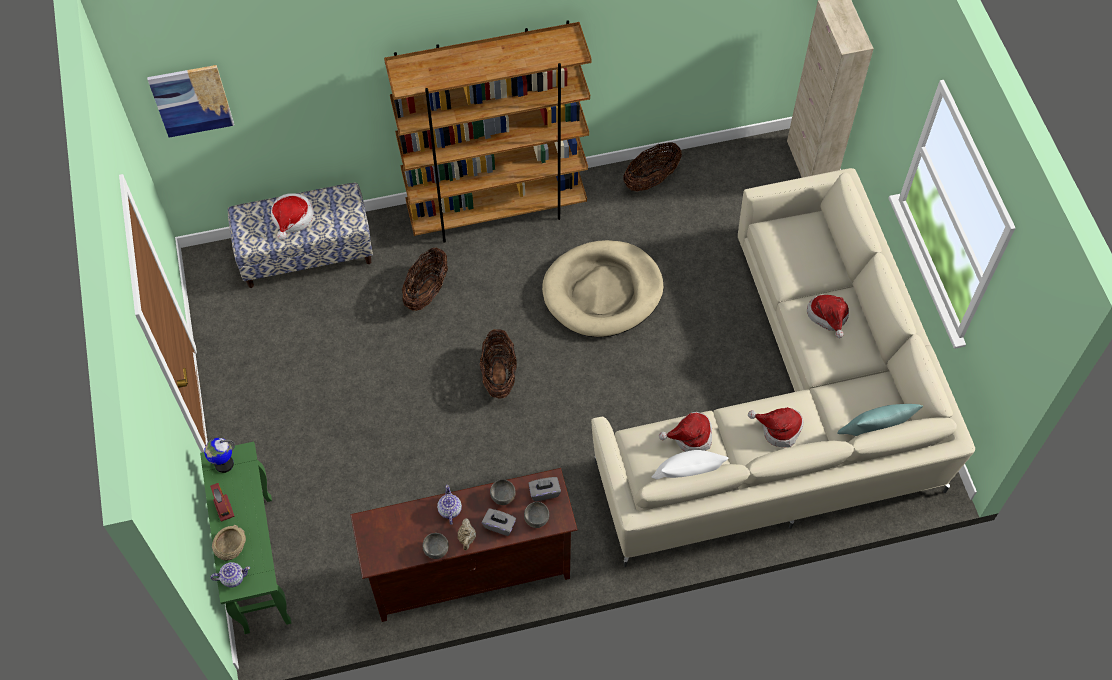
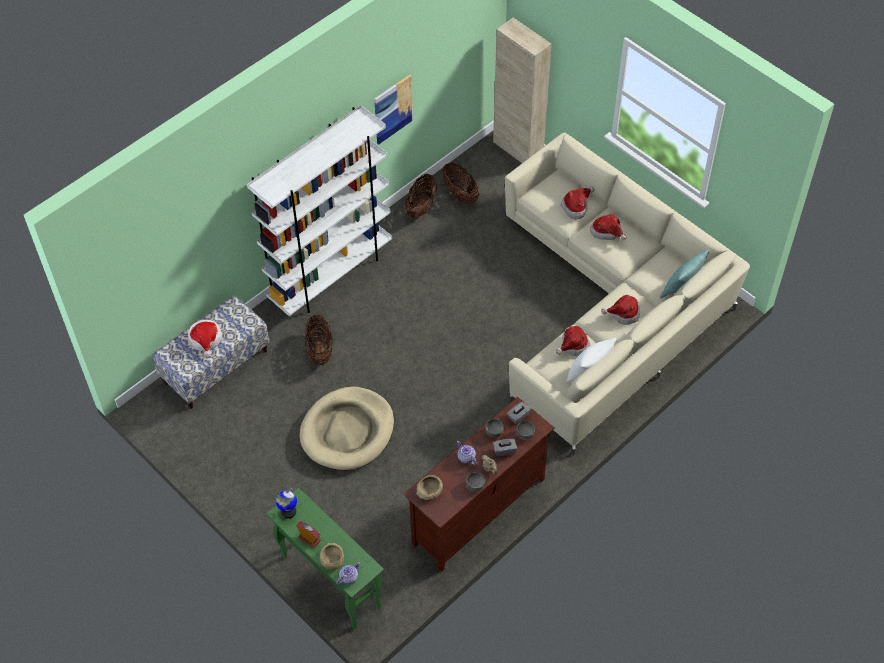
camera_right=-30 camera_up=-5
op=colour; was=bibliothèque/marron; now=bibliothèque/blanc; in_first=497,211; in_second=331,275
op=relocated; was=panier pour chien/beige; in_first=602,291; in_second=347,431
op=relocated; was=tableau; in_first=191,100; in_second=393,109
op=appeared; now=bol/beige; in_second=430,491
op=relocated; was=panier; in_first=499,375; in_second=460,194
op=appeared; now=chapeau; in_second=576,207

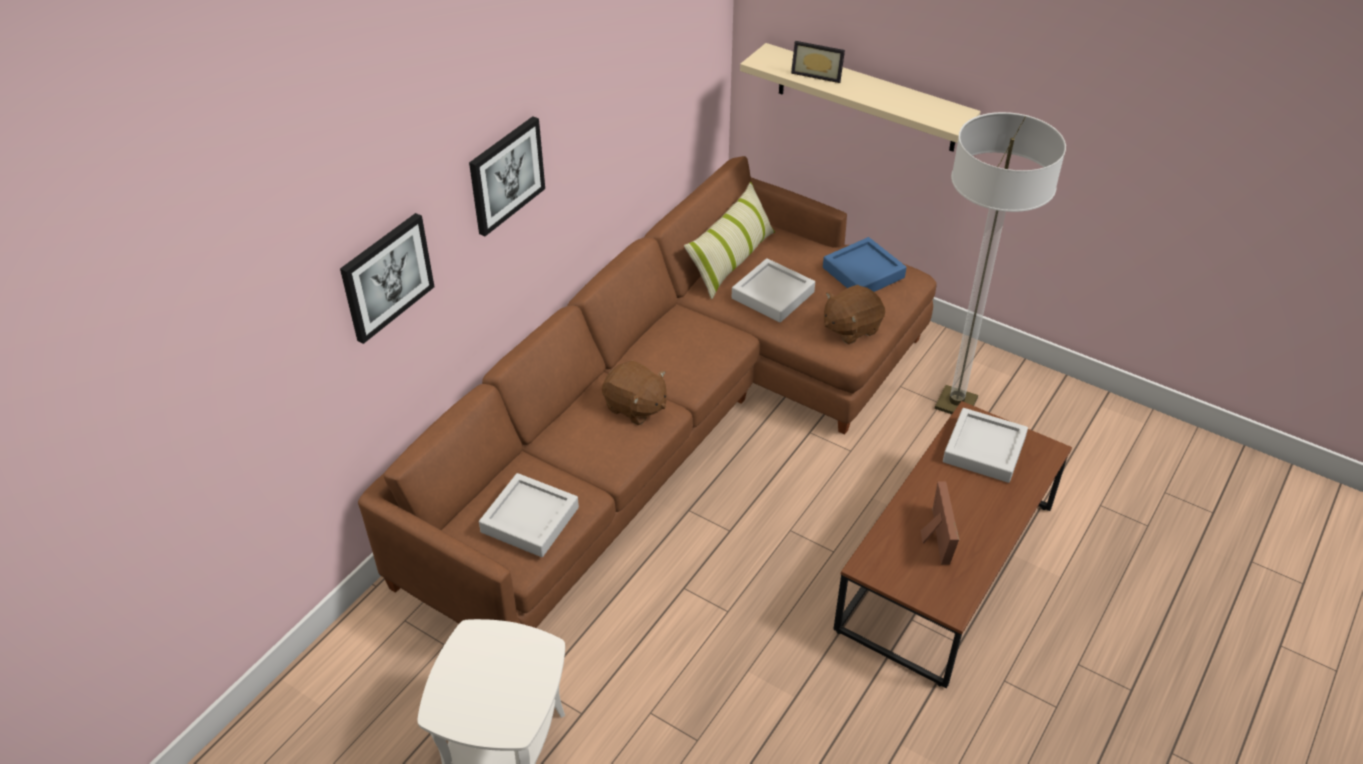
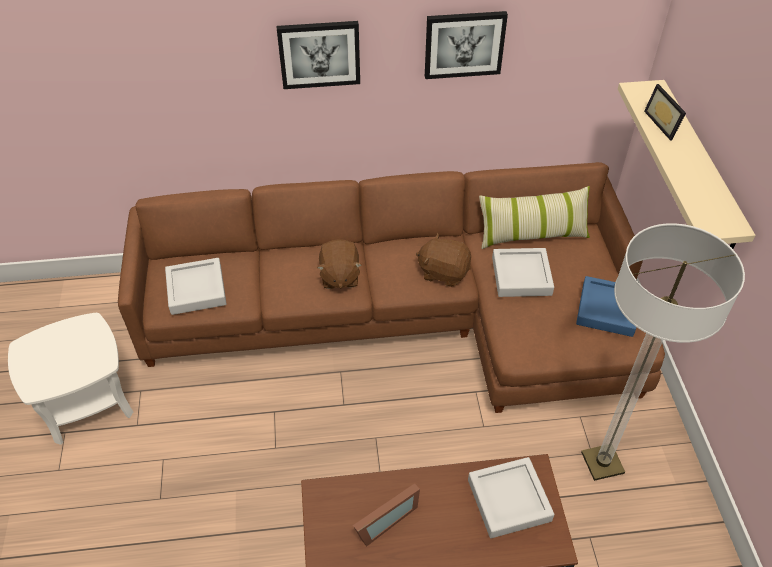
camera_right=50 camera_up=5
op=relocated; was=peluche/marron; in_first=851,328; in_second=443,272
op=relocated; was=tableau; in_first=386,276; in_second=464,44

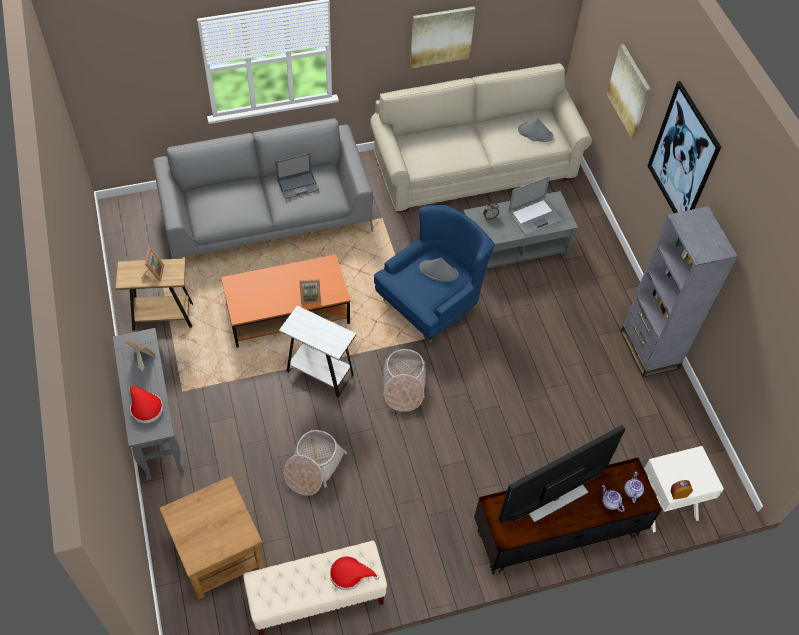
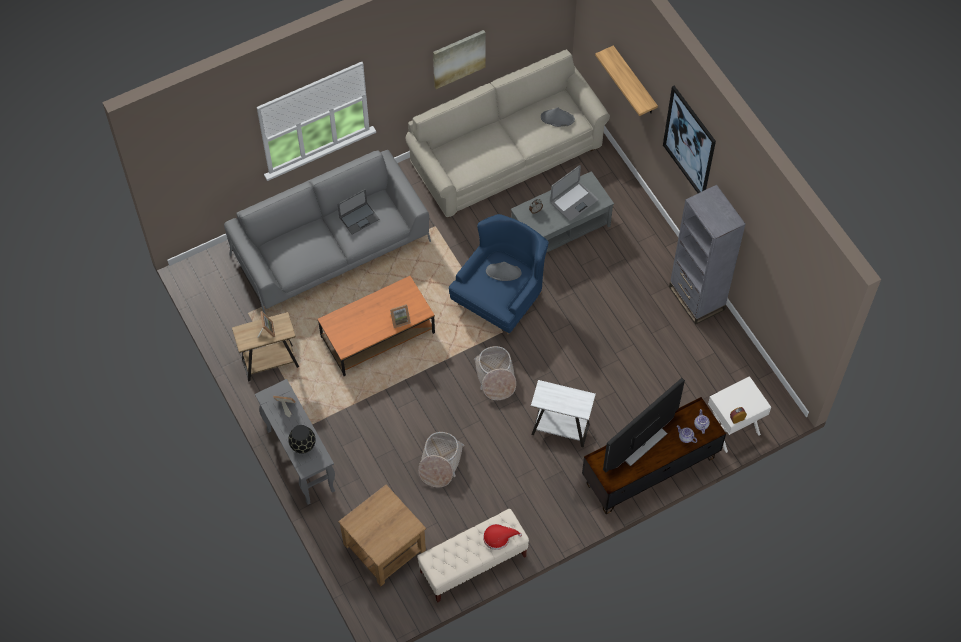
camera_right=-10 camera_up=5
op=exchanged; was=chapeau/rouge; now=vase/noir; in_first=145,407; in_second=303,446
op=relocated; was=table d'appoint/blanc; in_first=320,373; in_second=560,429
op=exchanged; was=tableau; now=étagère; in_first=629,91; in_second=634,82

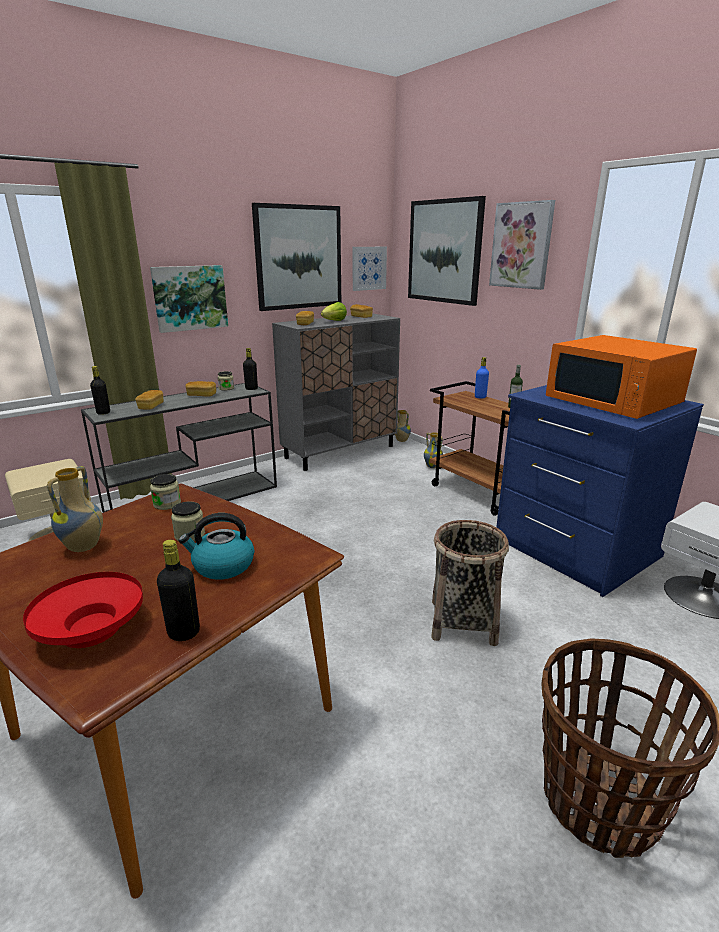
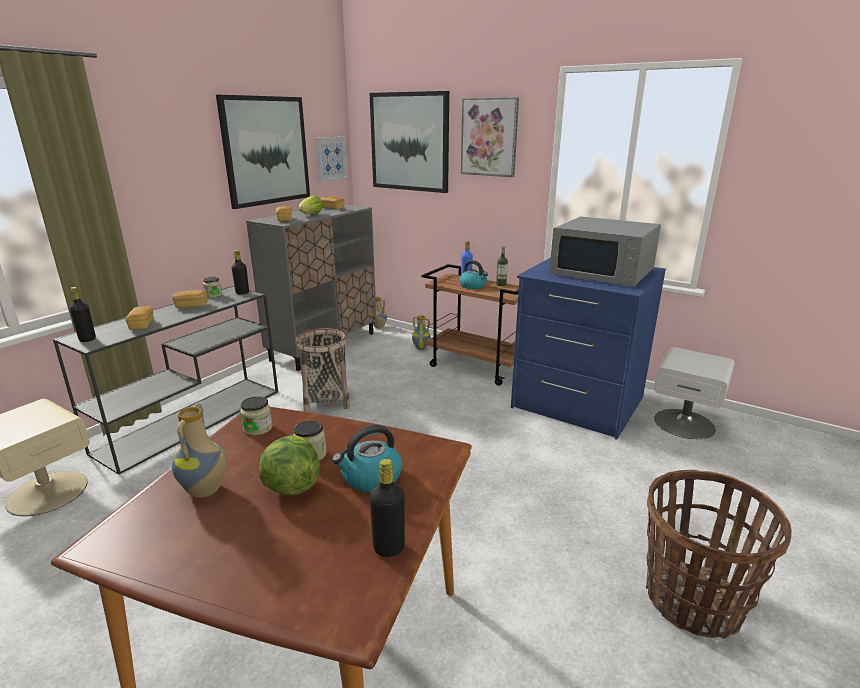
camera_right=-20 camera_up=0
op=appeared; now=laitue; in_second=291,486
op=relocated; was=panier; in_first=463,622; in_second=326,400
op=appeared; now=bouilloire; in_second=473,286
op=colour; was=micro-ondes/orange; now=micro-ondes/gris; in_first=613,401; in_second=603,273
op=missing; was=bol/rouge; in_first=92,629
op=missing; was=tableau; in_first=190,298

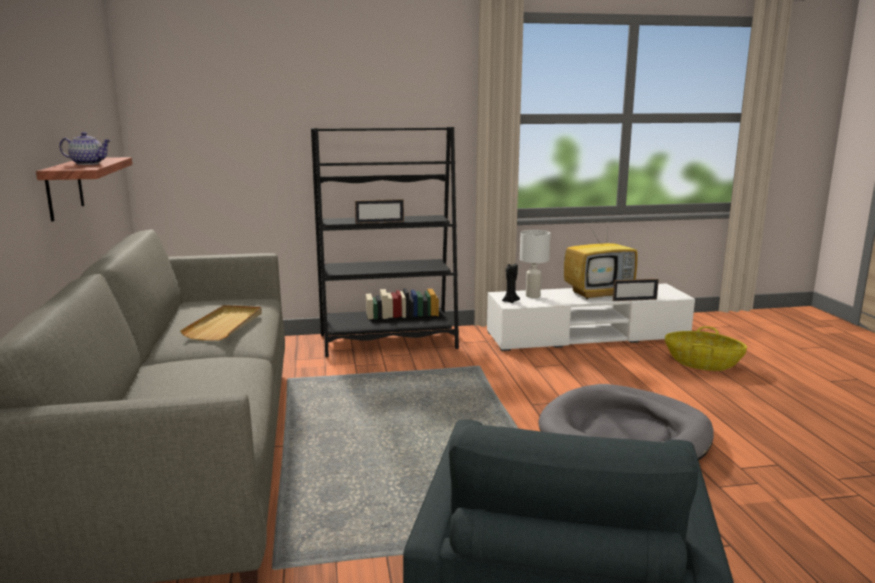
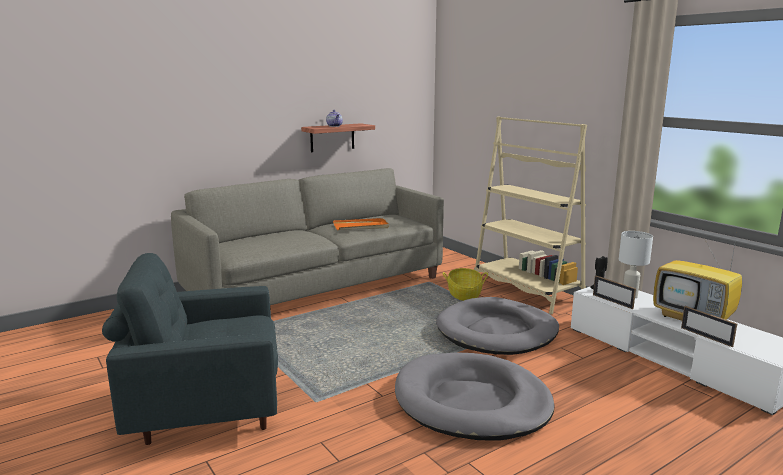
camera_right=65 camera_up=0
op=colour; was=plateau/beige; now=plateau/orange; in_first=225,325; in_second=361,226
op=appeared; now=panier pour chien/gris; in_second=497,331
op=relocated; was=panier; in_first=702,364; in_second=464,294
op=colour; was=bibliothèque/noir; now=bibliothèque/beige; in_first=388,342; in_second=526,291
op=relocated; was=cadre photo; in_first=379,222; in_second=612,301

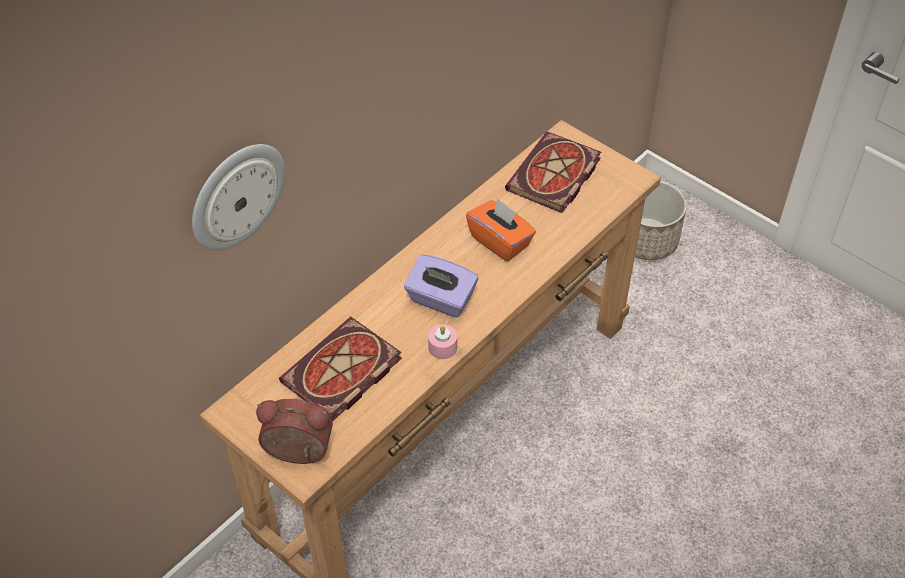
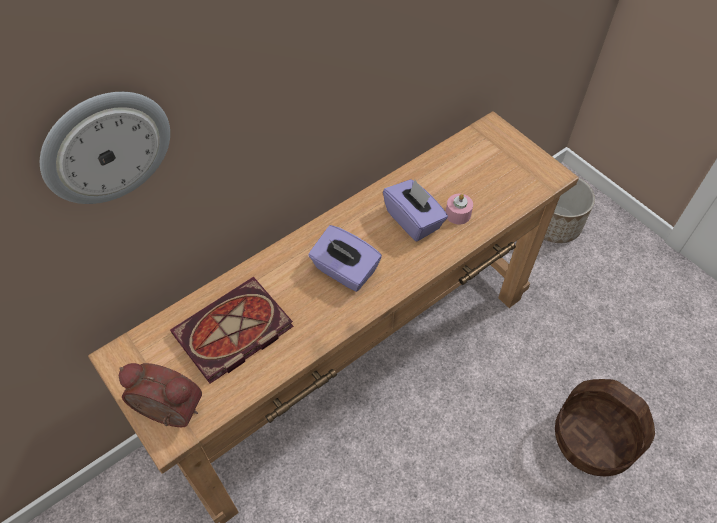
camera_right=10 camera_up=5
op=colour; was=boîte à mouchoirs/orange; now=boîte à mouchoirs/violet; in_first=500,241; in_second=413,220
op=relocated; was=bougie/rose; in_first=442,347; in_second=458,214
op=appeared; now=panier; in_second=592,439
op=missing; was=livre; in_first=554,177

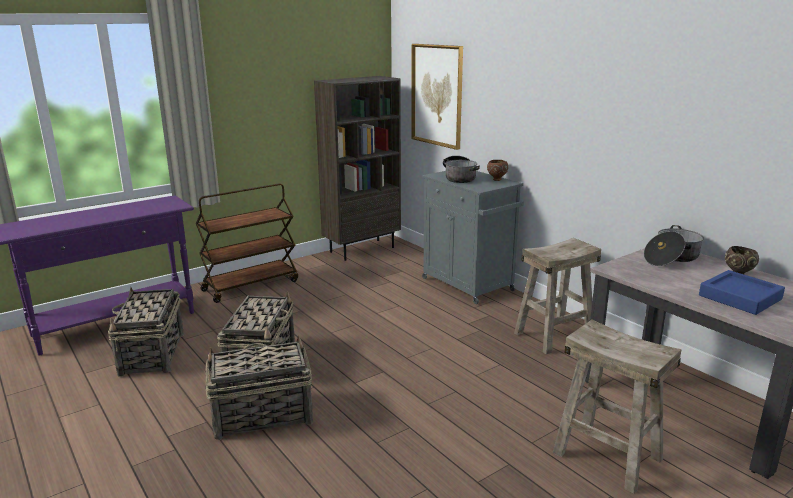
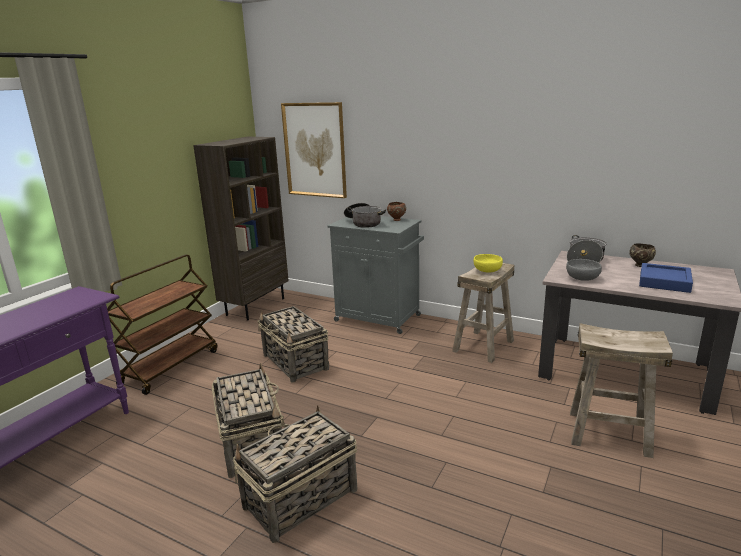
camera_right=-25 camera_up=0
op=relocated; was=panier; in_first=152,354; in_second=295,362
op=appeared; now=bol/jaune; in_second=487,270
op=appeared; now=bol/gris; in_second=582,278

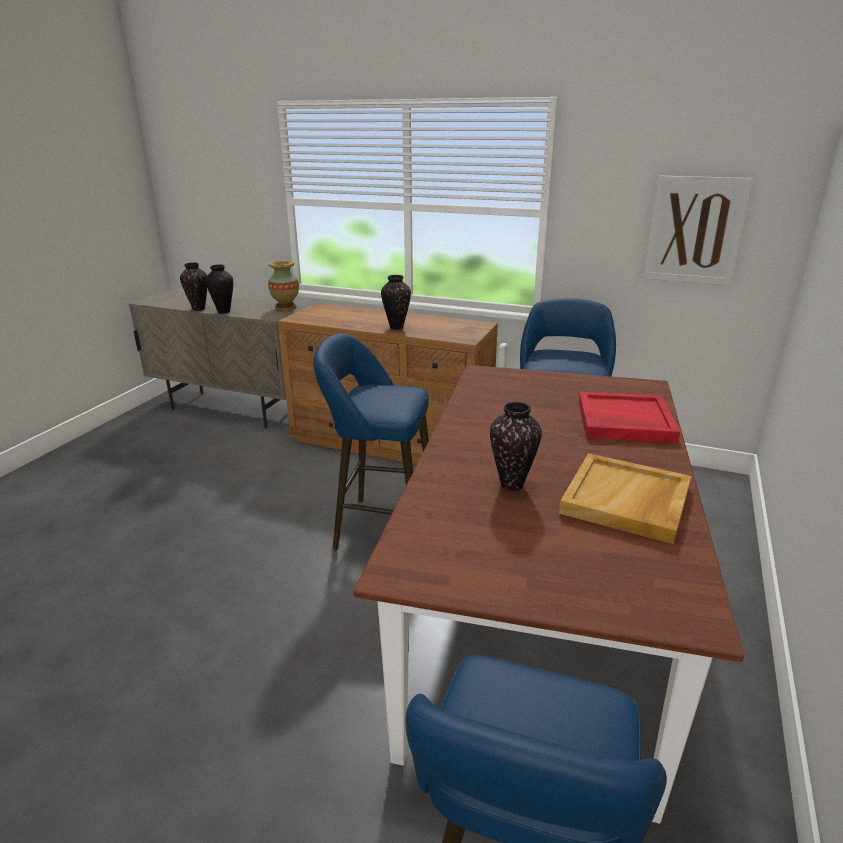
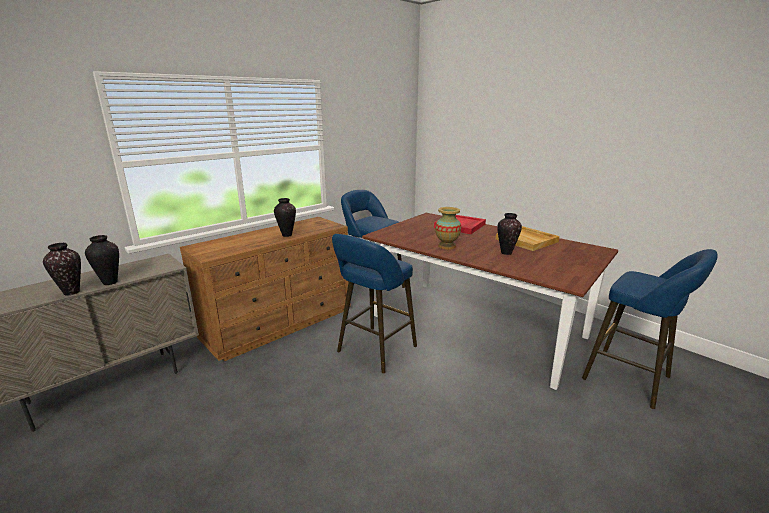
camera_right=-65 camera_up=-5
op=relocated; was=vase; in_first=286,308; in_second=447,246
op=missing; was=tableau; in_first=694,230

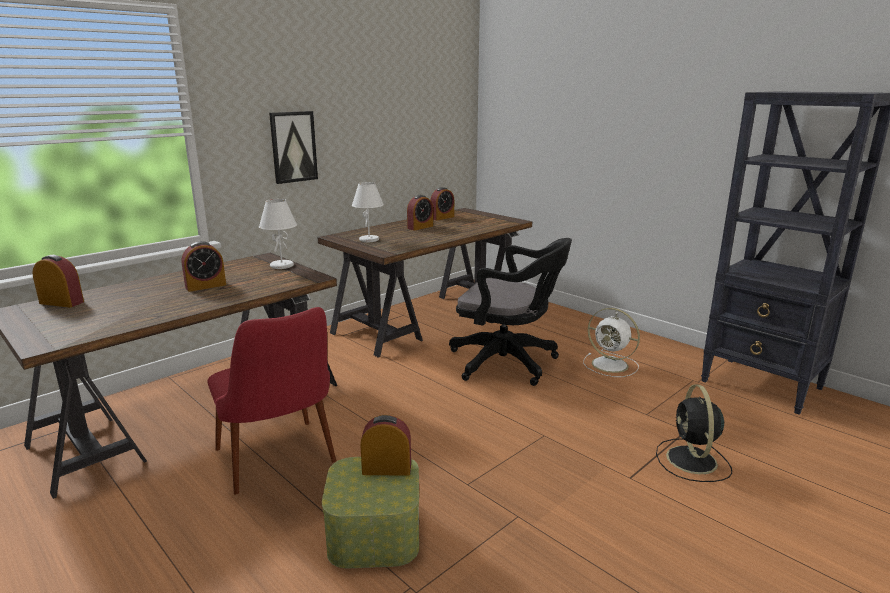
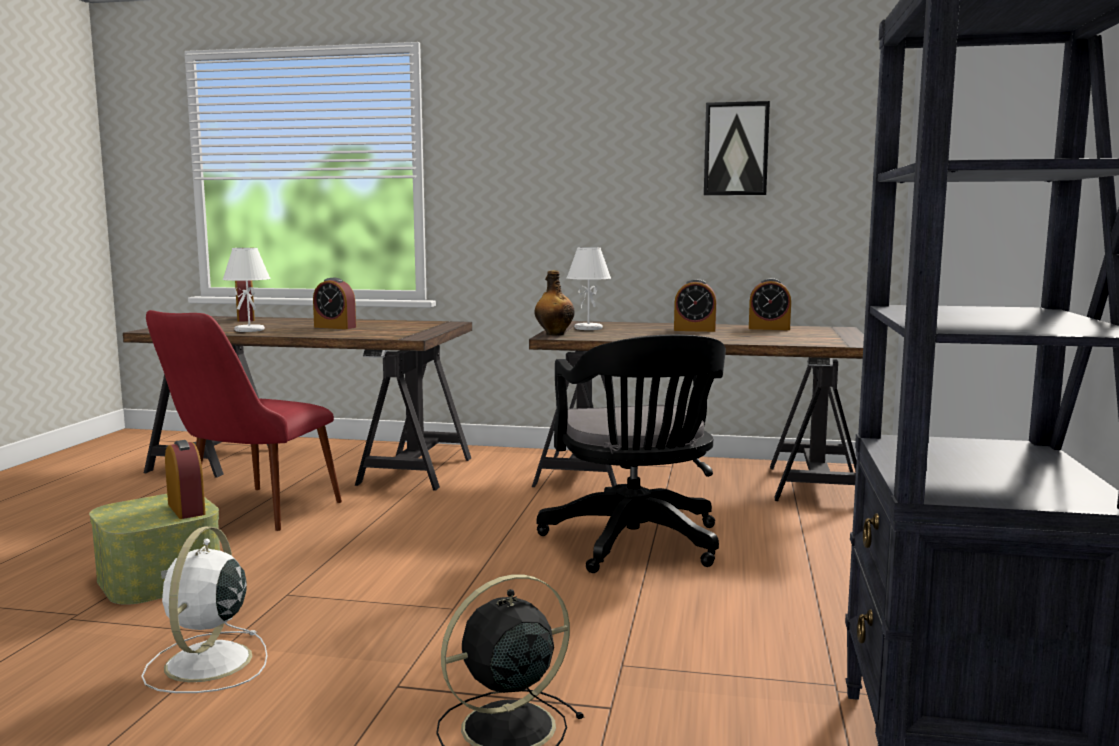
camera_right=55 camera_up=-10
op=relocated; was=ventilateur/blanc; in_first=611,365; in_second=207,664
op=relocated; was=lampe de table/blanc; in_first=282,266; in_second=250,330
op=appeared; now=bouteille; in_second=554,334
op=relocated; was=tableau; in_first=293,147; in_second=736,149

